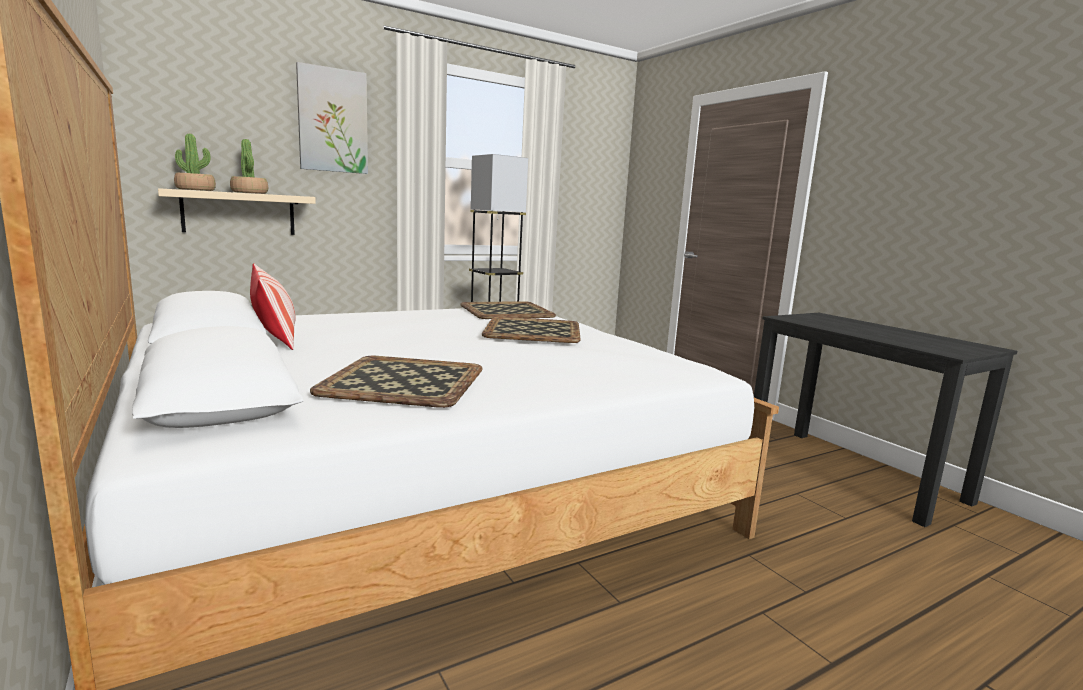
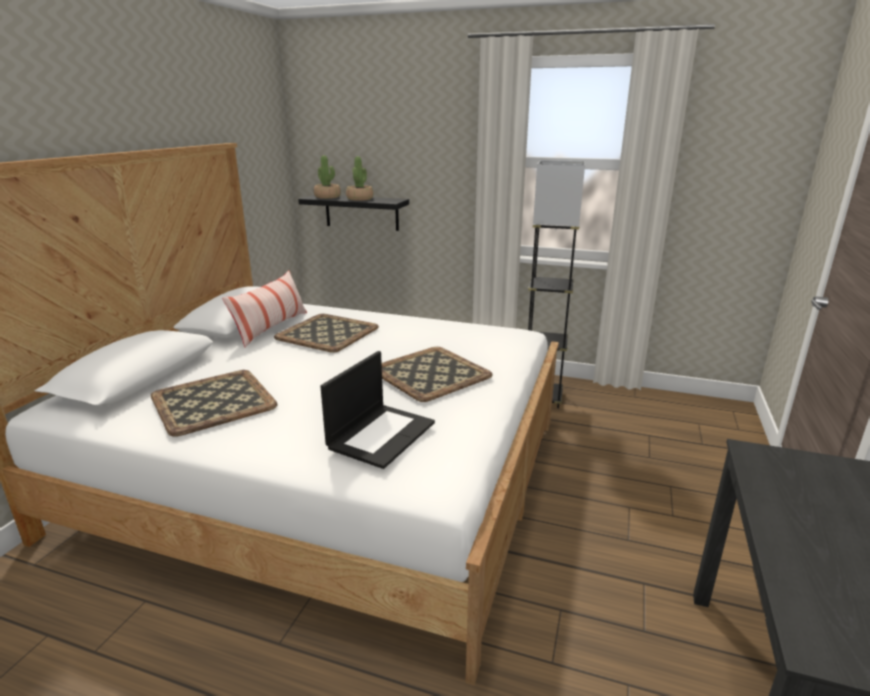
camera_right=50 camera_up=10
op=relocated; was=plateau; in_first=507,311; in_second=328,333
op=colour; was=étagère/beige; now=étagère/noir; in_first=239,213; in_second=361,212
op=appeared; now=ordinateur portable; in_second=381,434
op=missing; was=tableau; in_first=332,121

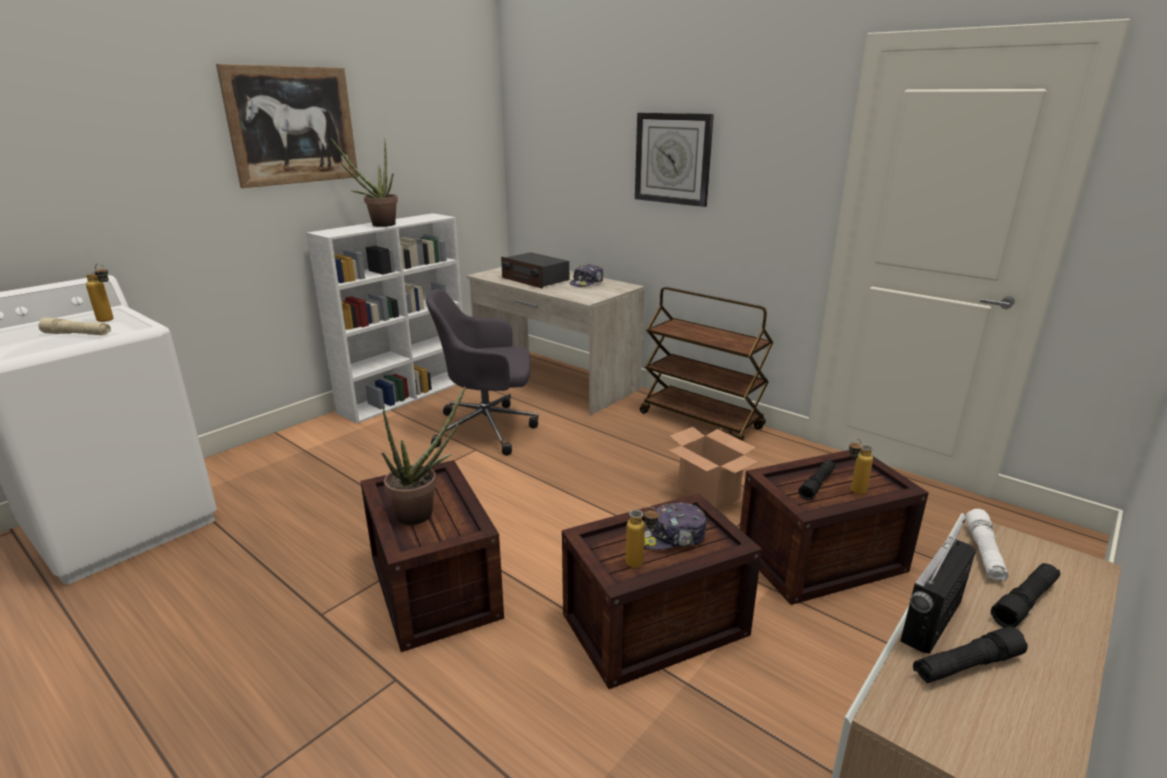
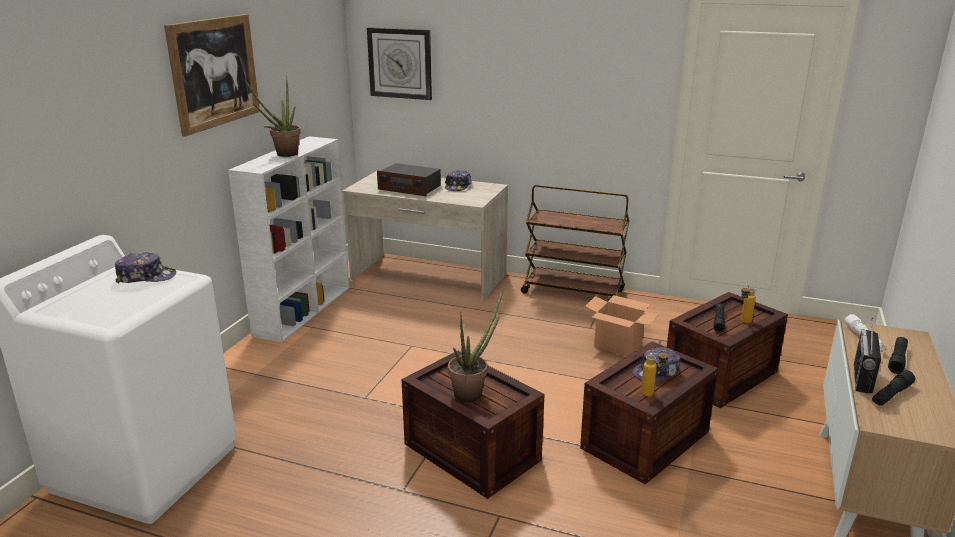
camera_right=-20 camera_up=0
op=exchanged; was=bouteille; now=casquette; in_first=110,320; in_second=146,277
op=relocated; was=horloge murale; in_first=673,158; in_second=400,63
op=missing; was=lampe de poche/beige; in_first=77,334
op=missing; was=chaise de bureau/gris; in_first=488,428

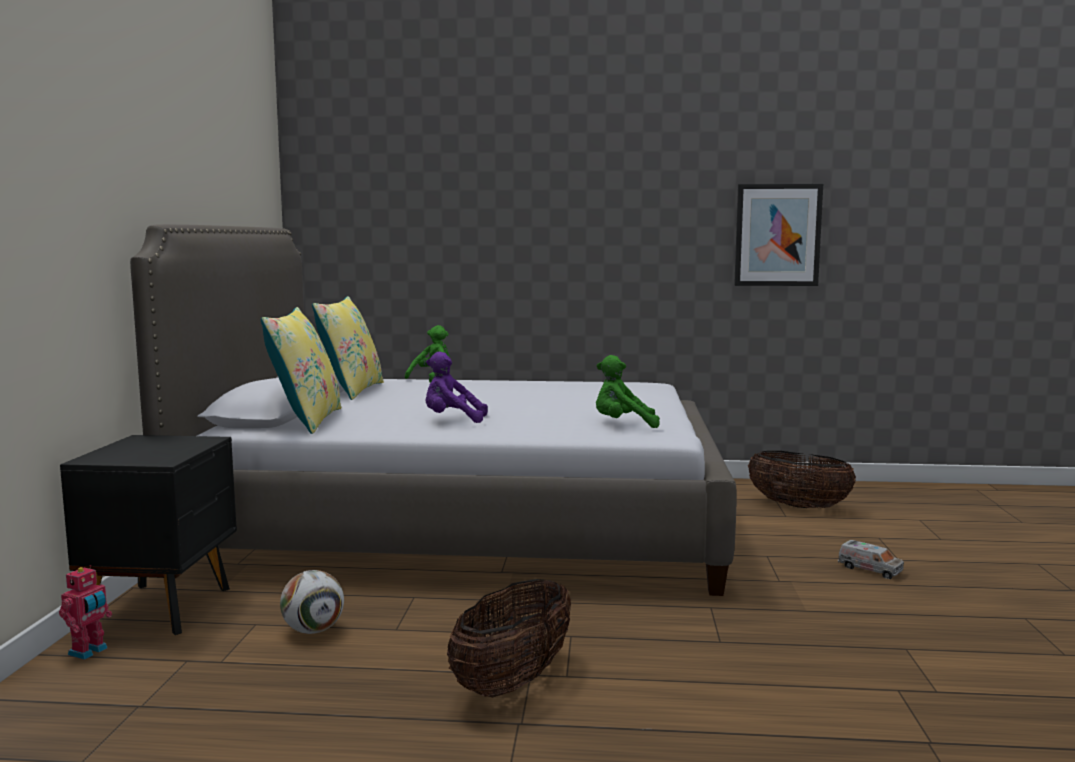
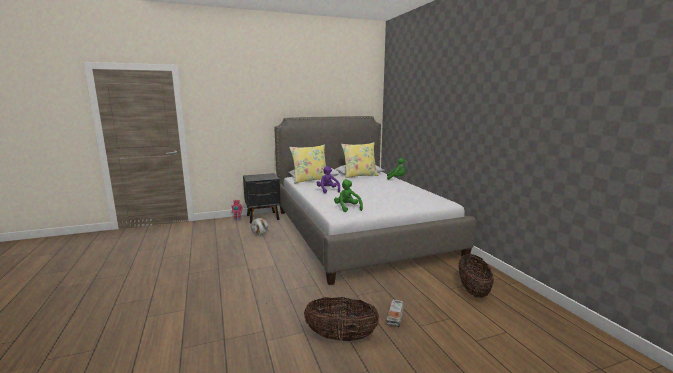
camera_right=65 camera_up=5
op=relocated; was=panier; in_first=513,681; in_second=341,337
op=missing; was=tableau; in_first=777,235

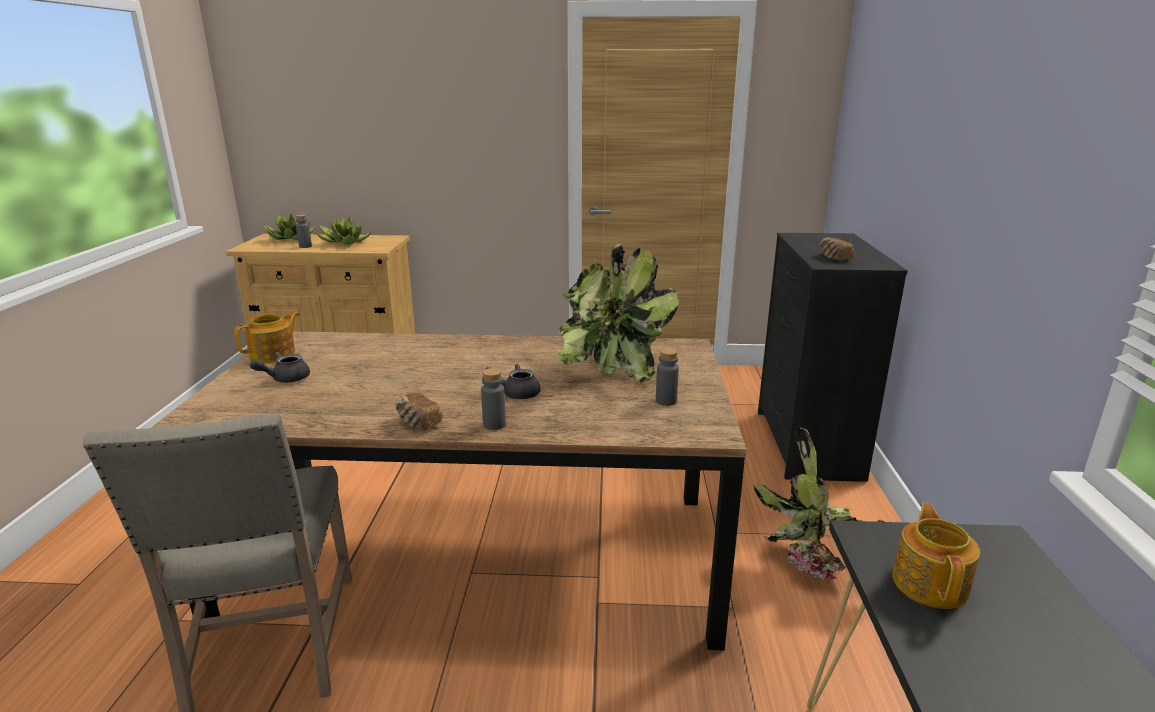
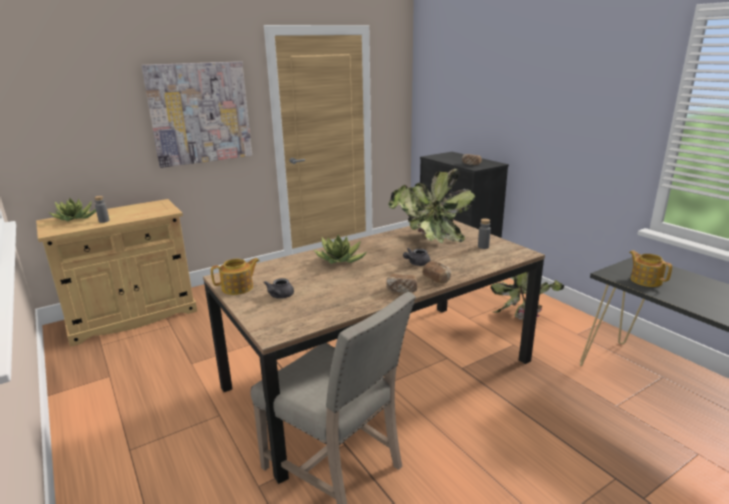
camera_right=-35 camera_up=0
op=appeared; now=tableau; in_second=200,113
op=spun; was=théière; in_first=274,355; in_second=238,288; clockwise=60
op=relocated; was=plante en pot; in_first=345,242; in_second=340,260
op=exchanged; was=bouteille/gris; now=pain; in_first=494,424; in_second=437,279

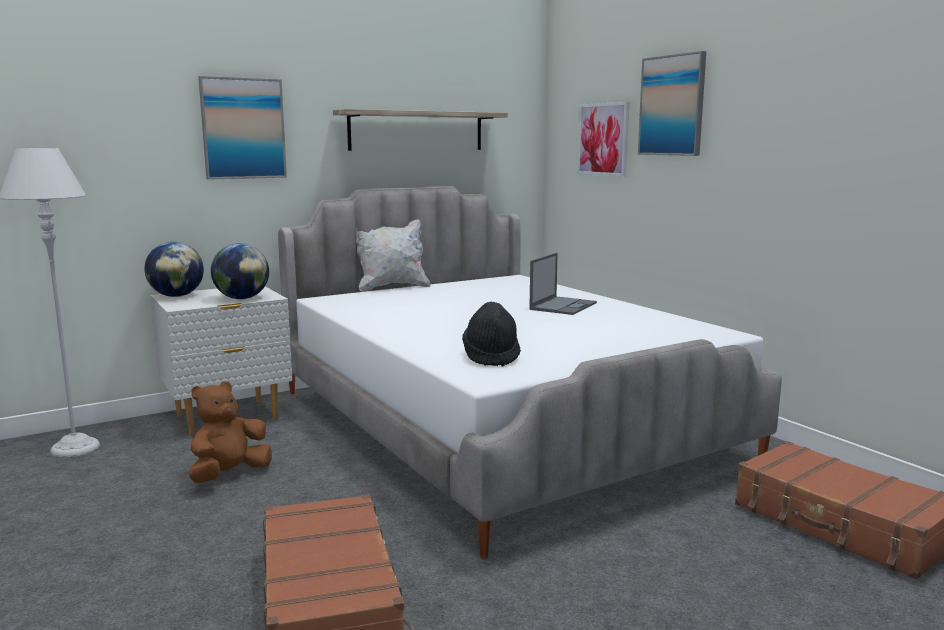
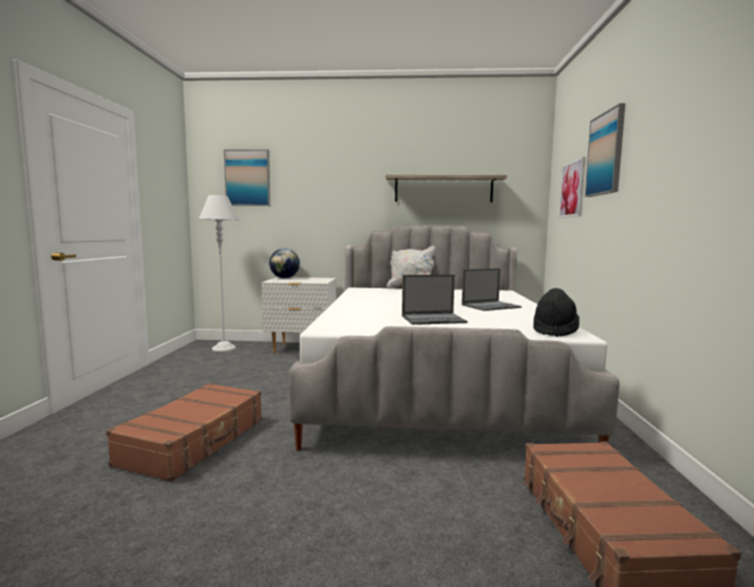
camera_right=35 camera_up=-5
op=relocated; was=tableau; in_first=243,128; in_second=247,178
op=appeared; now=ordinateur portable; in_second=434,319
op=relocated; was=chapeau/noir; in_first=491,357; in_second=554,331
op=missing; was=peluche/marron; in_first=229,475
op=missing; was=globe; in_first=242,298

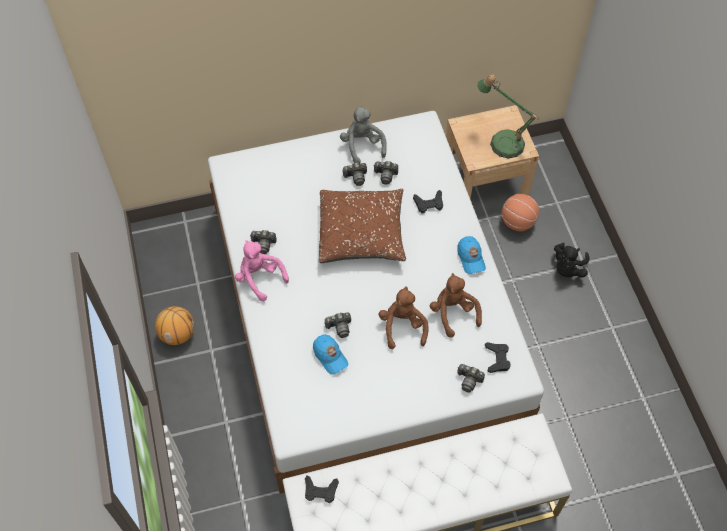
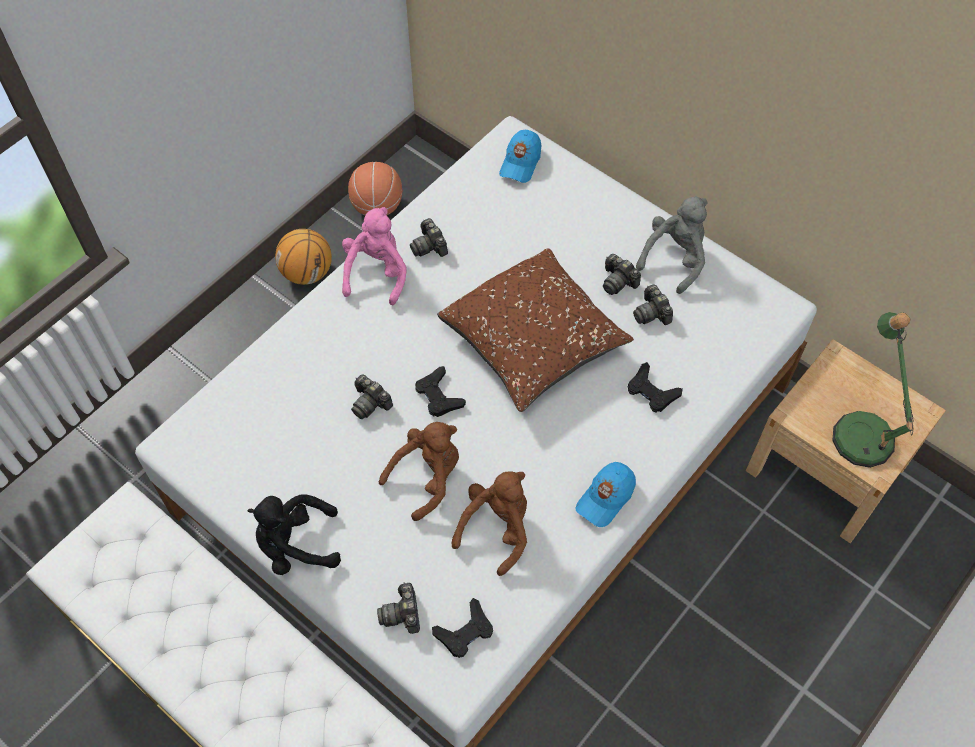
camera_right=55 camera_up=0
op=relocated; was=peluche/noir; in_first=567,268; in_second=296,545
op=relocated; was=ballon de basket; in_first=517,222; in_second=377,206
op=relocated; was=manette/noir; in_first=320,490; in_second=438,396
op=relocated; was=casquette/bleu; in_first=330,356; in_second=520,163

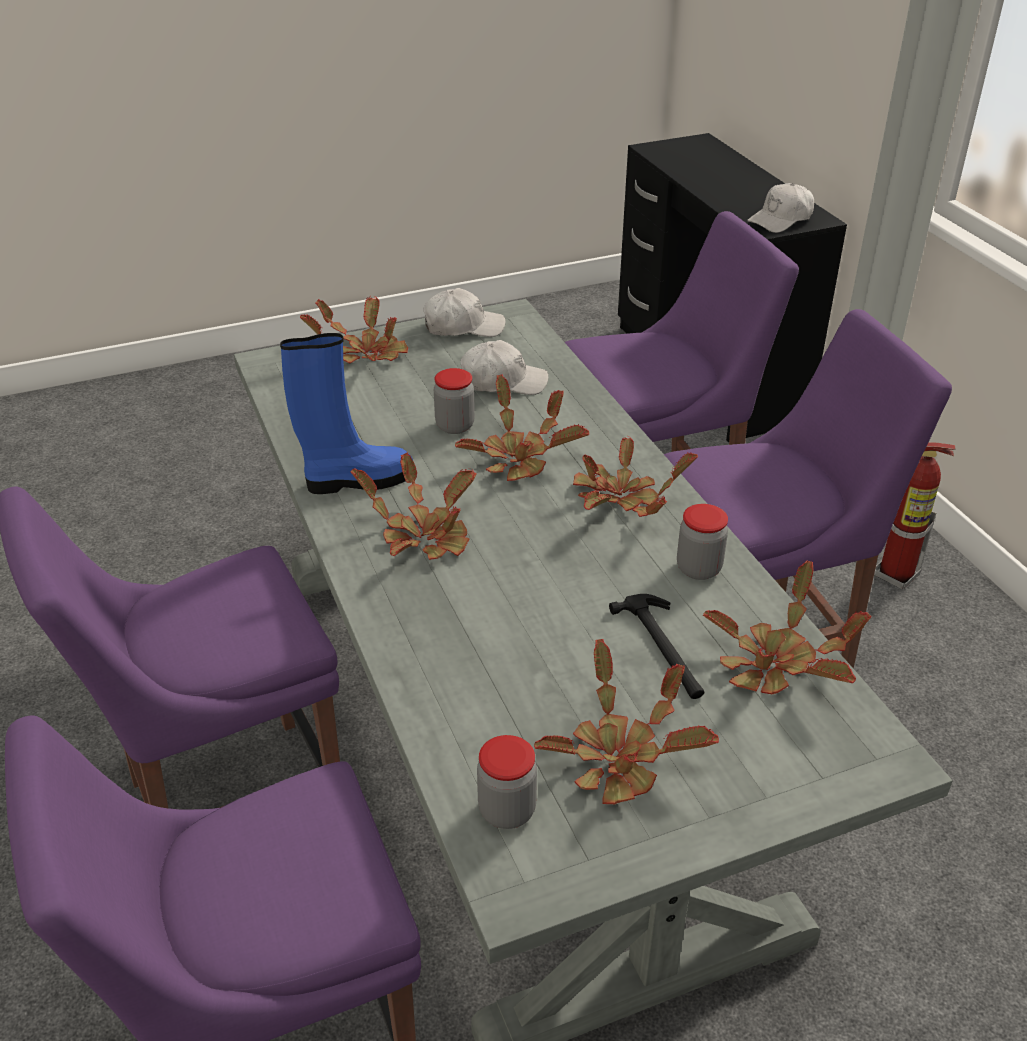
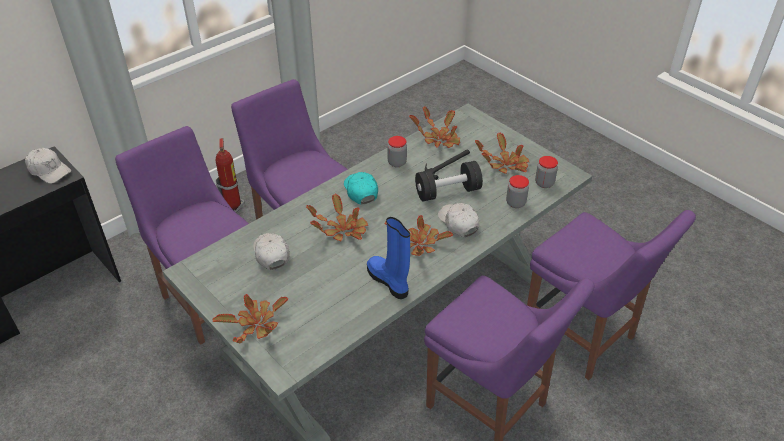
camera_right=-110 camera_up=5
op=exchanged; was=plante en pot; now=casquette/turquoise; in_first=620,499; in_second=360,191
op=appeared; now=haltère/noir; in_second=448,192
op=relocated; was=casquette/blanc; in_first=463,327; in_second=458,223
op=relocated; was=bocal; in_first=455,426; in_second=515,203

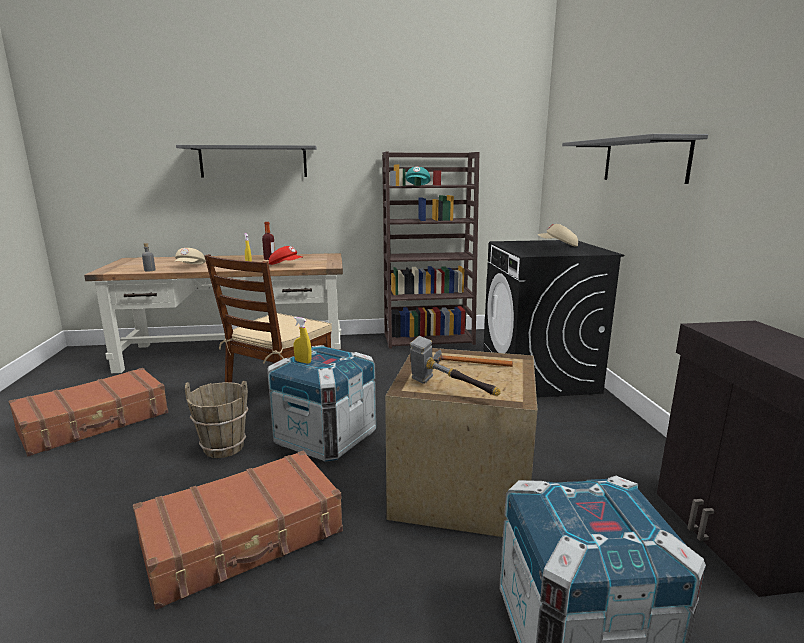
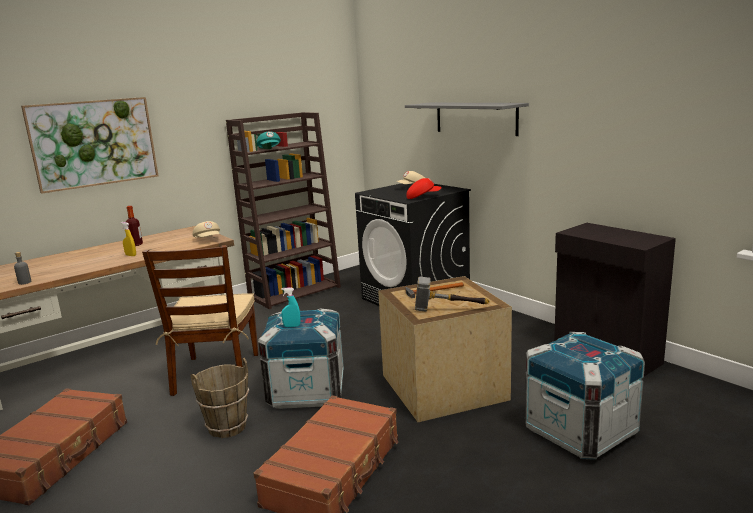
camera_right=-30 camera_up=0
op=exchanged; was=étagère/gris; now=tableau; in_first=253,161; in_second=94,143
op=relocated; was=casquette/beige; in_first=190,267; in_second=208,240
op=colour; was=vaporisateur/jaune; now=vaporisateur/turquoise; in_first=303,361; in_second=292,326
op=relocated; was=casquette/rouge; in_first=286,265; in_second=423,197

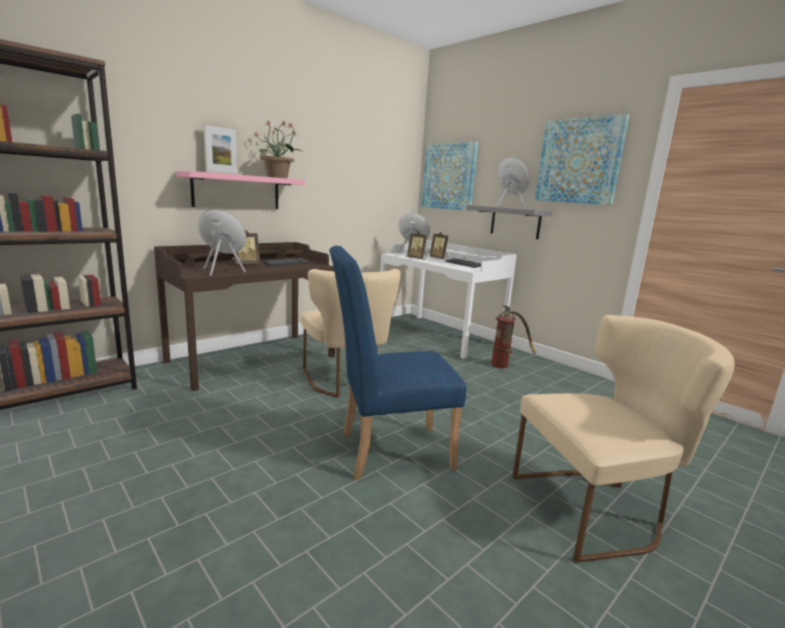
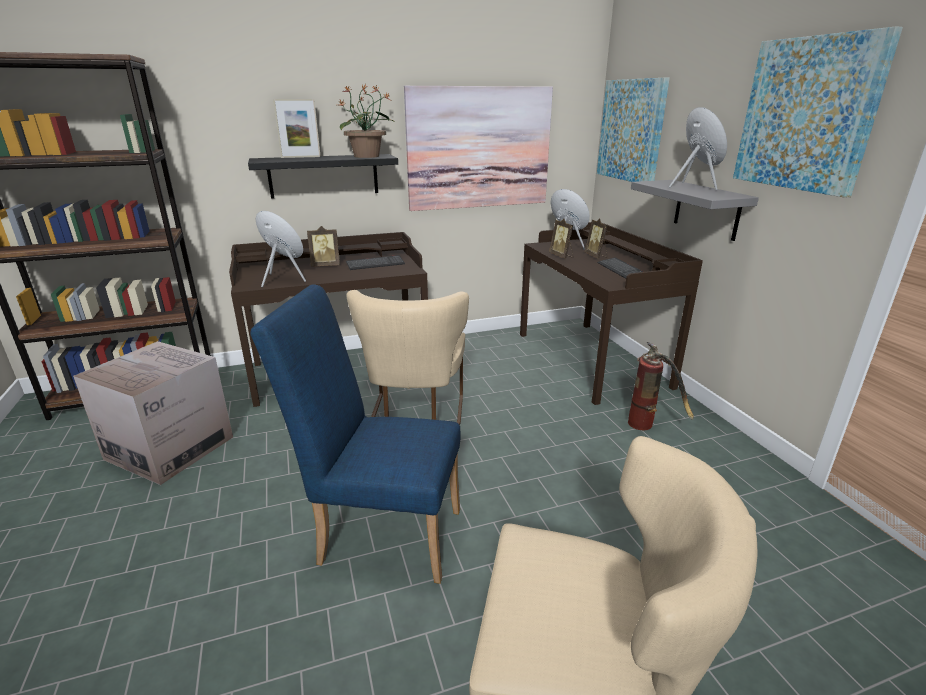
camera_right=25 camera_up=10
op=appeared; now=carton; in_second=170,448
op=colour; was=étagère/rose; now=étagère/noir; in_first=237,191; in_second=324,176
op=appeared; now=tableau; in_second=479,148
op=colour; was=bureau/blanc; now=bureau/marron; in_first=438,335; in_second=591,359

